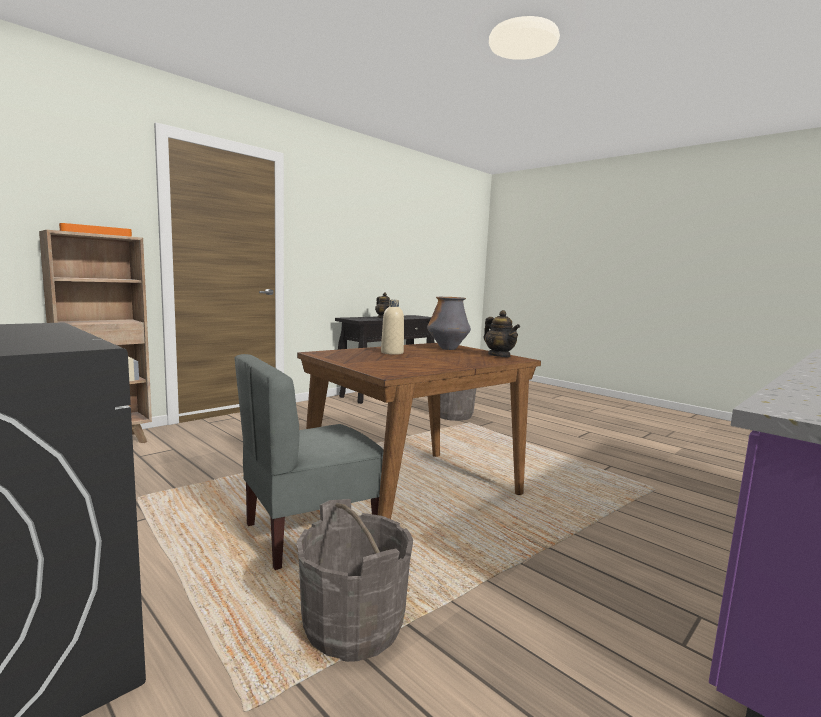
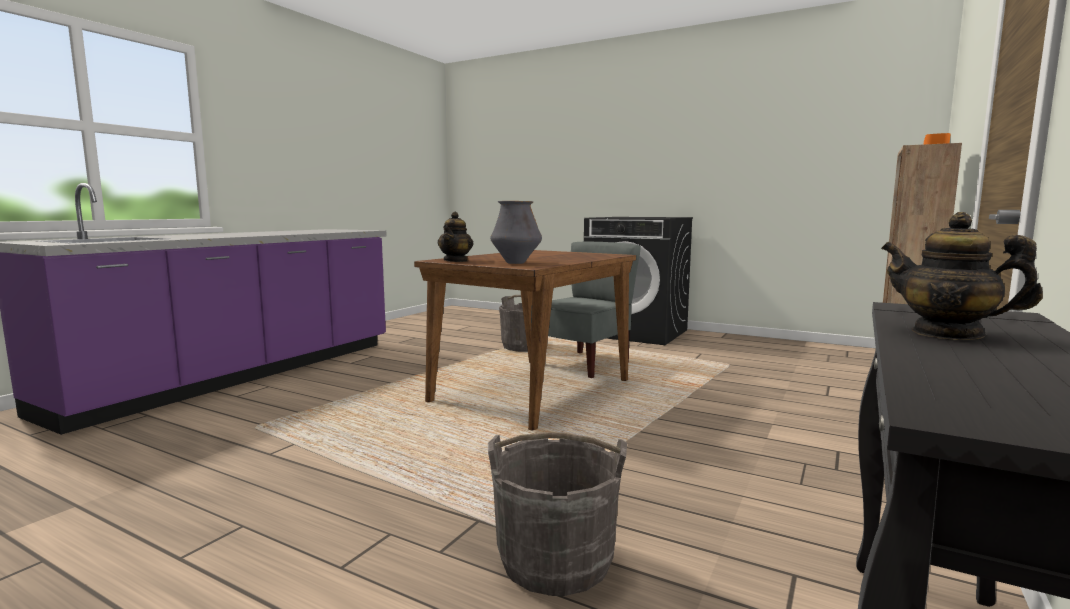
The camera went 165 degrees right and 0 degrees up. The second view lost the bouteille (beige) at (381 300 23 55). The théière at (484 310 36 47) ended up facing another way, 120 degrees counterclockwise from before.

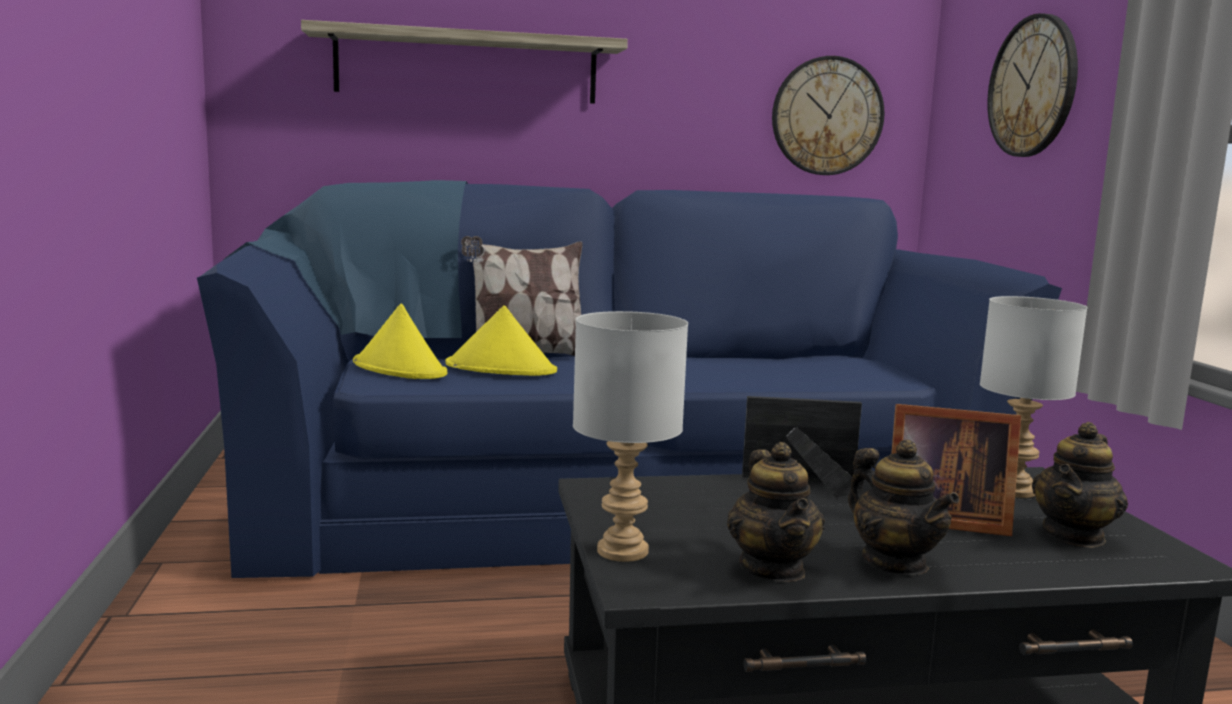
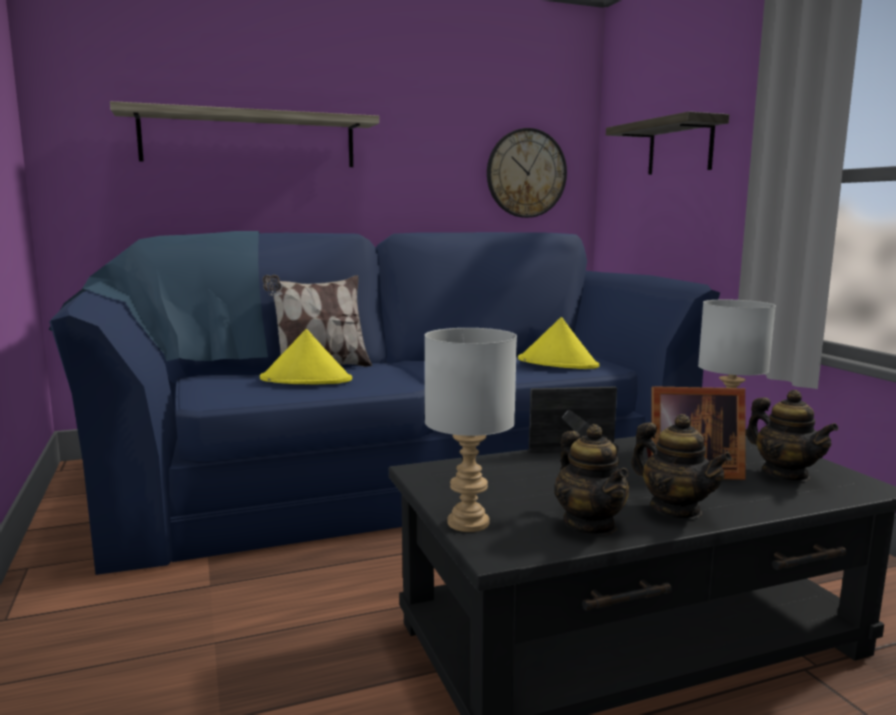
The camera went 10 degrees left and 0 degrees up. The chapeau (jaune) ended up elsewhere, having gone from (353 304 94 75) to (518 317 82 52). Where the horloge murale hung at (987 13 91 144), the étagère came to hang at (606 111 123 64). The théière at (1032 422 96 126) ended up facing another way, 60 degrees counterclockwise from before.

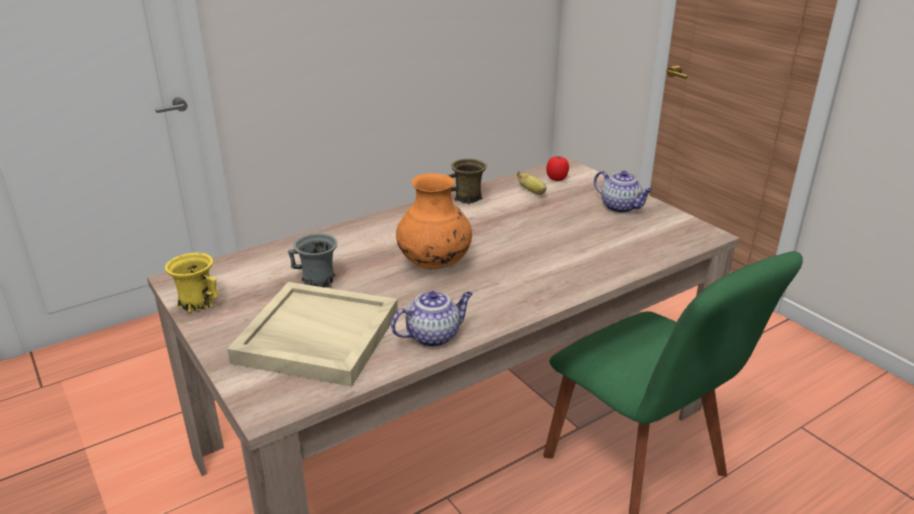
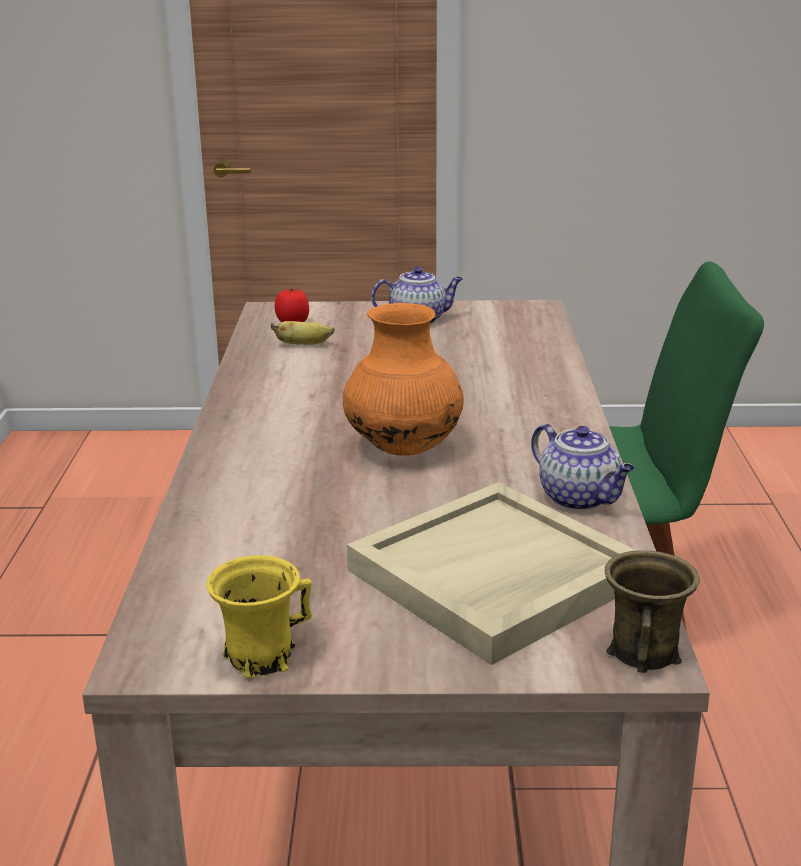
The camera went 55 degrees left and 5 degrees down. The second view lost the mug (gris) at (288 233 49 54). The mug (marron) ended up elsewhere, having gone from (447 159 40 45) to (605 550 95 123). The théière at (391 291 82 56) ended up facing another way, 135 degrees clockwise from before.

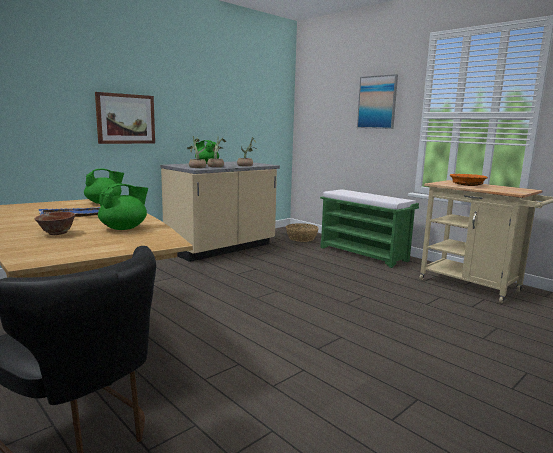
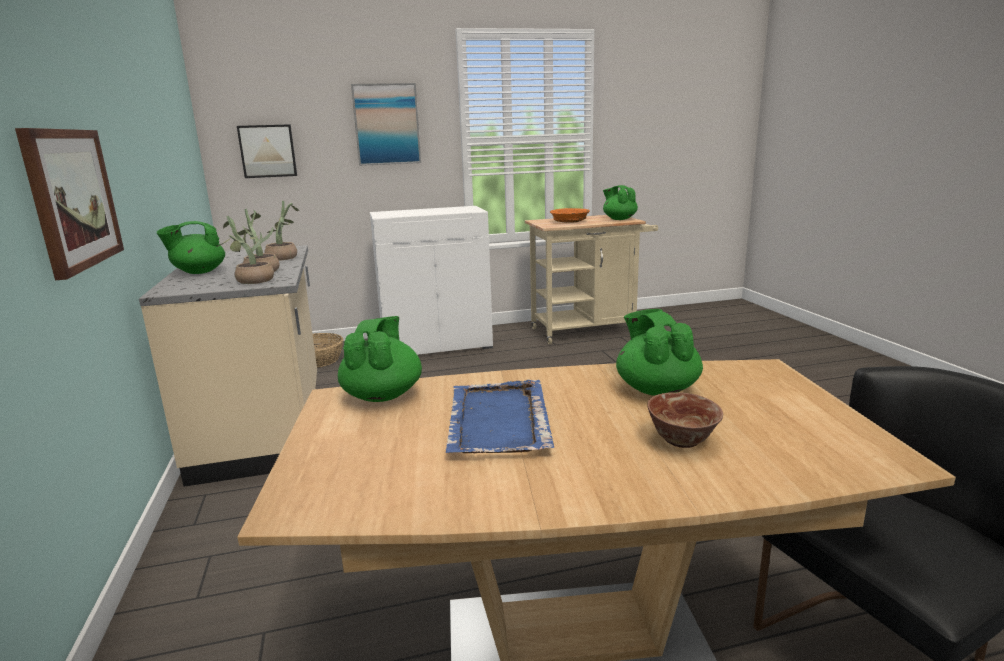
The camera went 60 degrees left and 5 degrees up. The second view gained the tableau at (237 124 60 54). The second view gained the théière (vert) at (603 185 35 35). Where the banc (vert) stood at (320 189 99 79), the meuble de rangement (blanc) came to stand at (370 206 123 149).

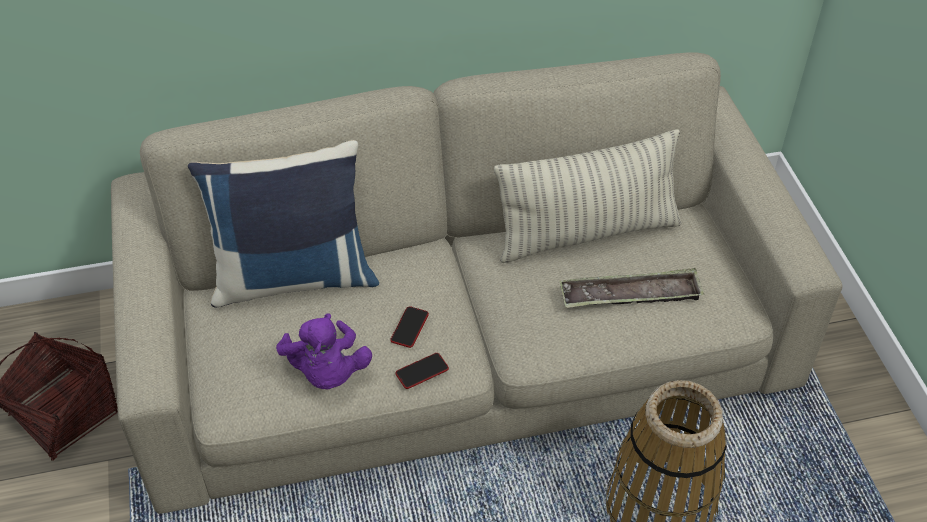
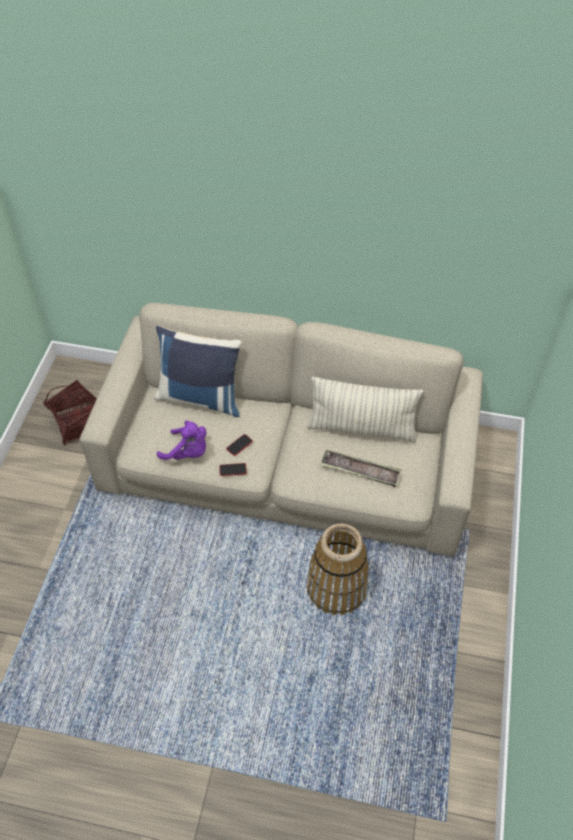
The camera went 25 degrees right and 5 degrees up. The peluche (violet) at (276 314 96 76) ended up facing another way, 75 degrees counterclockwise from before.

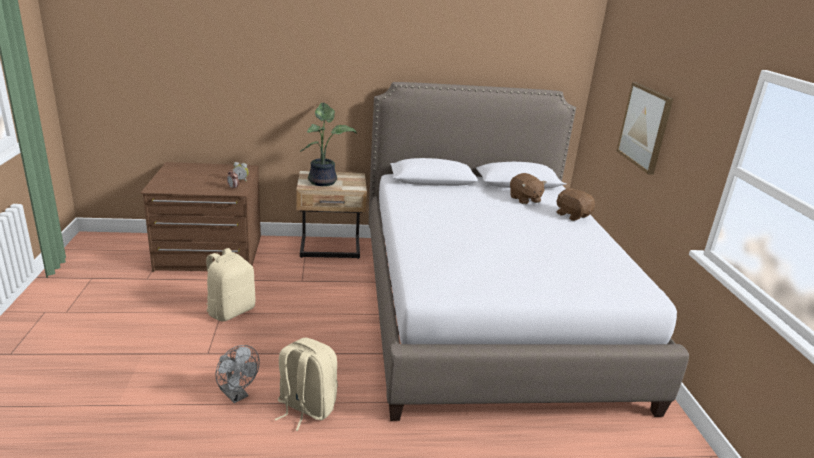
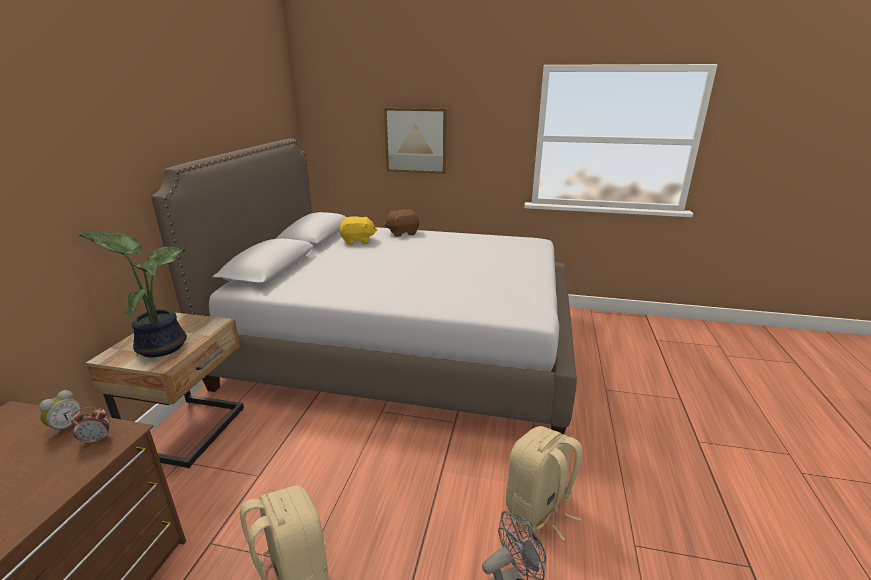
The camera went 70 degrees left and 0 degrees up. What was the peluche (marron) at (510 173 37 31) turned into the peluche (jaune) at (339 216 38 29).

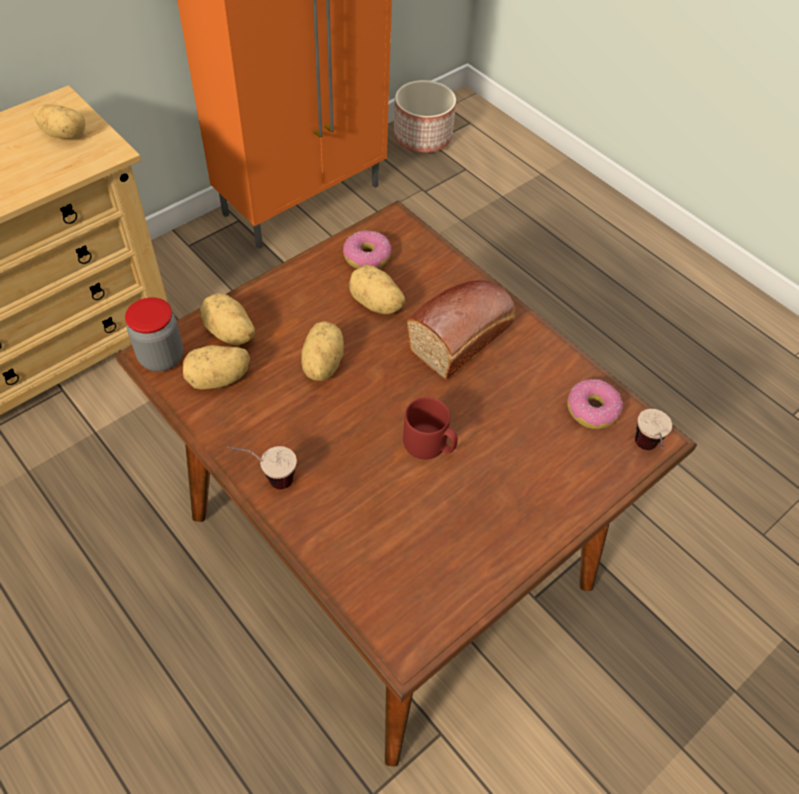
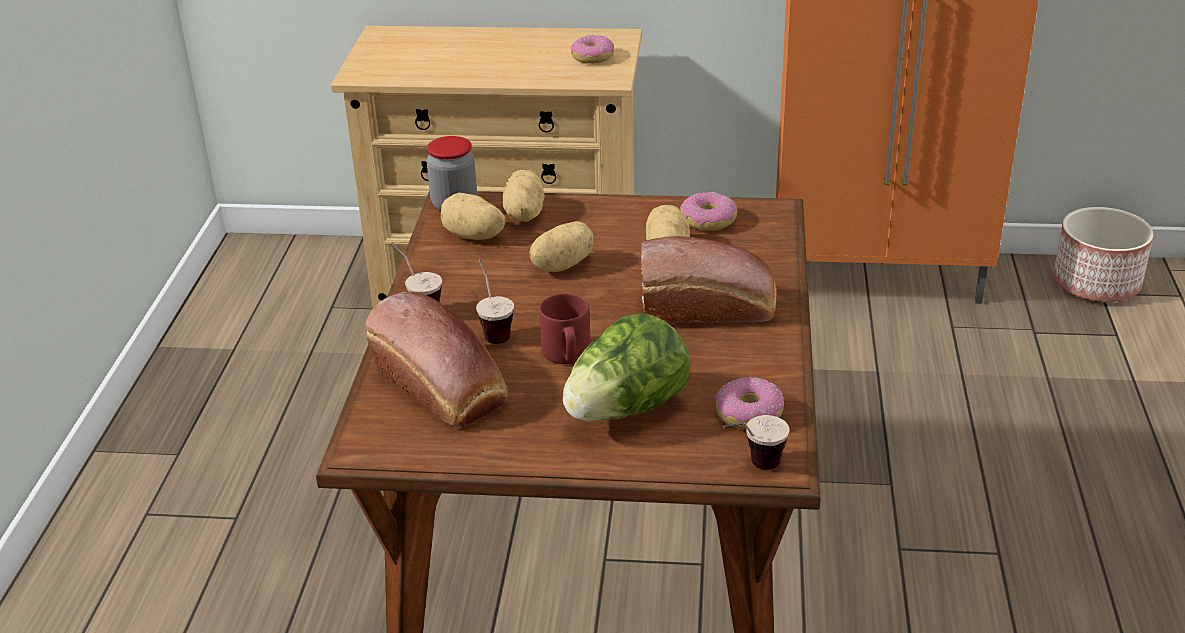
The camera went 50 degrees right and 20 degrees down. The second view gained the pain at (365 292 143 136). The second view gained the tasse at (476 260 38 84). The second view gained the laitue at (563 313 127 109). Where the pomme de terre stood at (34 104 51 35), the beignet came to stand at (571 35 43 29).

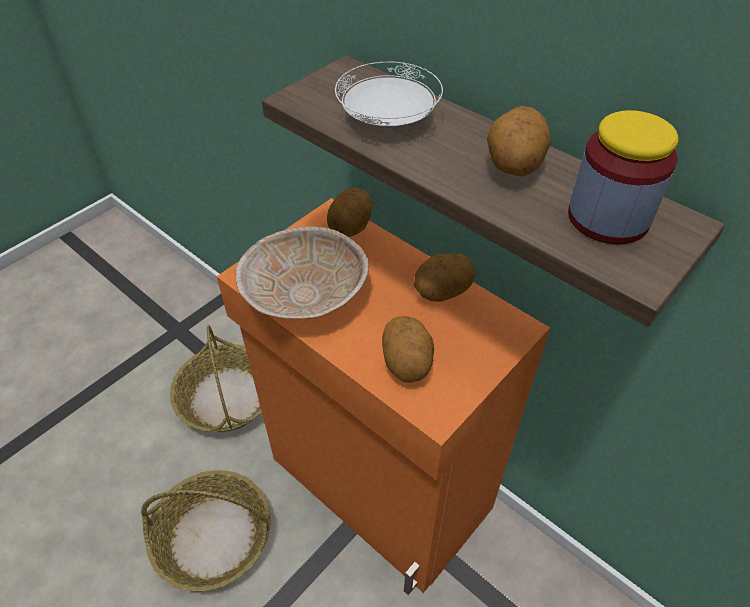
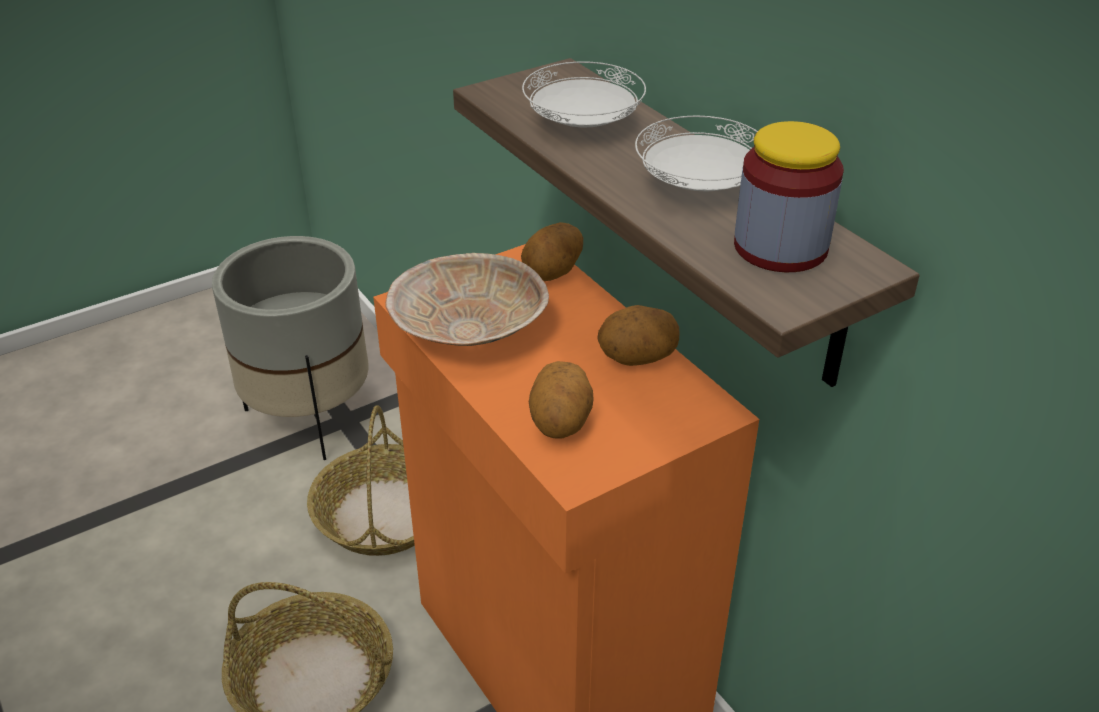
The camera went 15 degrees right and 10 degrees down. The second view gained the cache-pot (gris) at (212 236 157 224). Where the pomme de terre stood at (487 106 64 70), the assiette (blanc) came to stand at (635 115 123 77).

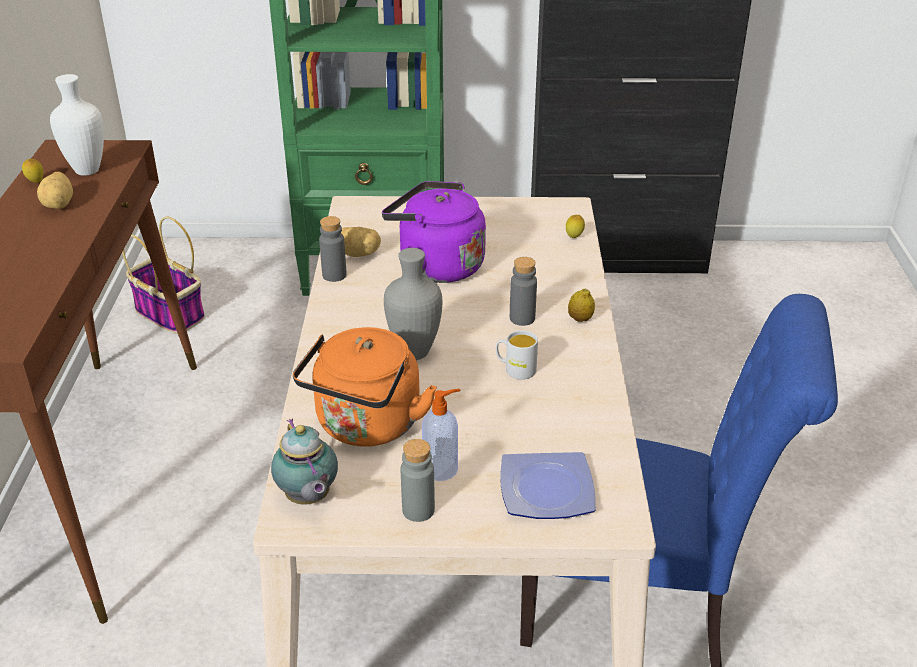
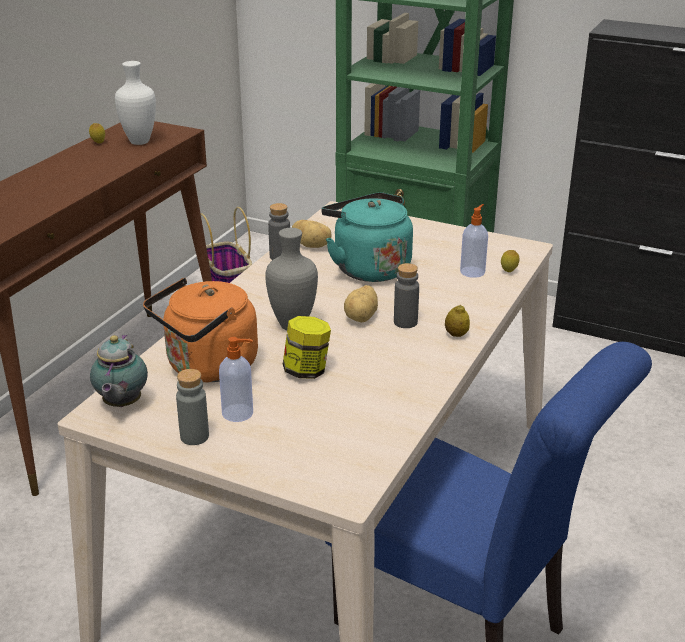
The camera went 25 degrees right and 5 degrees down. The second view lost the mug (blanc) at (496 330 42 50). The second view lost the assiette at (500 452 96 67). The second view gained the bocal at (283 316 48 63). The second view gained the distributeur de savon at (460 204 28 74). The pomme de terre ended up elsewhere, having gone from (37 172 36 37) to (344 285 34 37). What was the bouilloire (violet) at (382 181 104 102) turned into the bouilloire (turquoise) at (321 192 92 90).

